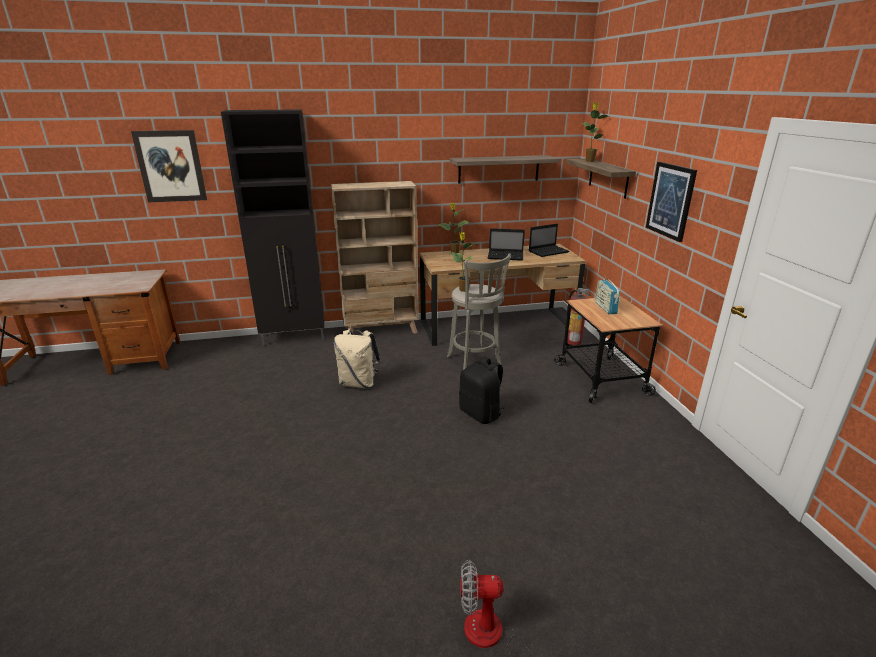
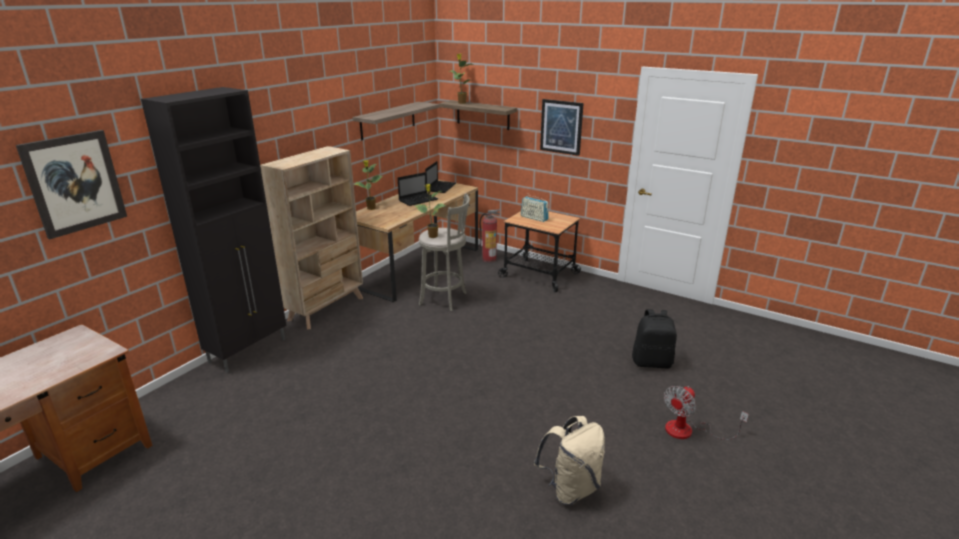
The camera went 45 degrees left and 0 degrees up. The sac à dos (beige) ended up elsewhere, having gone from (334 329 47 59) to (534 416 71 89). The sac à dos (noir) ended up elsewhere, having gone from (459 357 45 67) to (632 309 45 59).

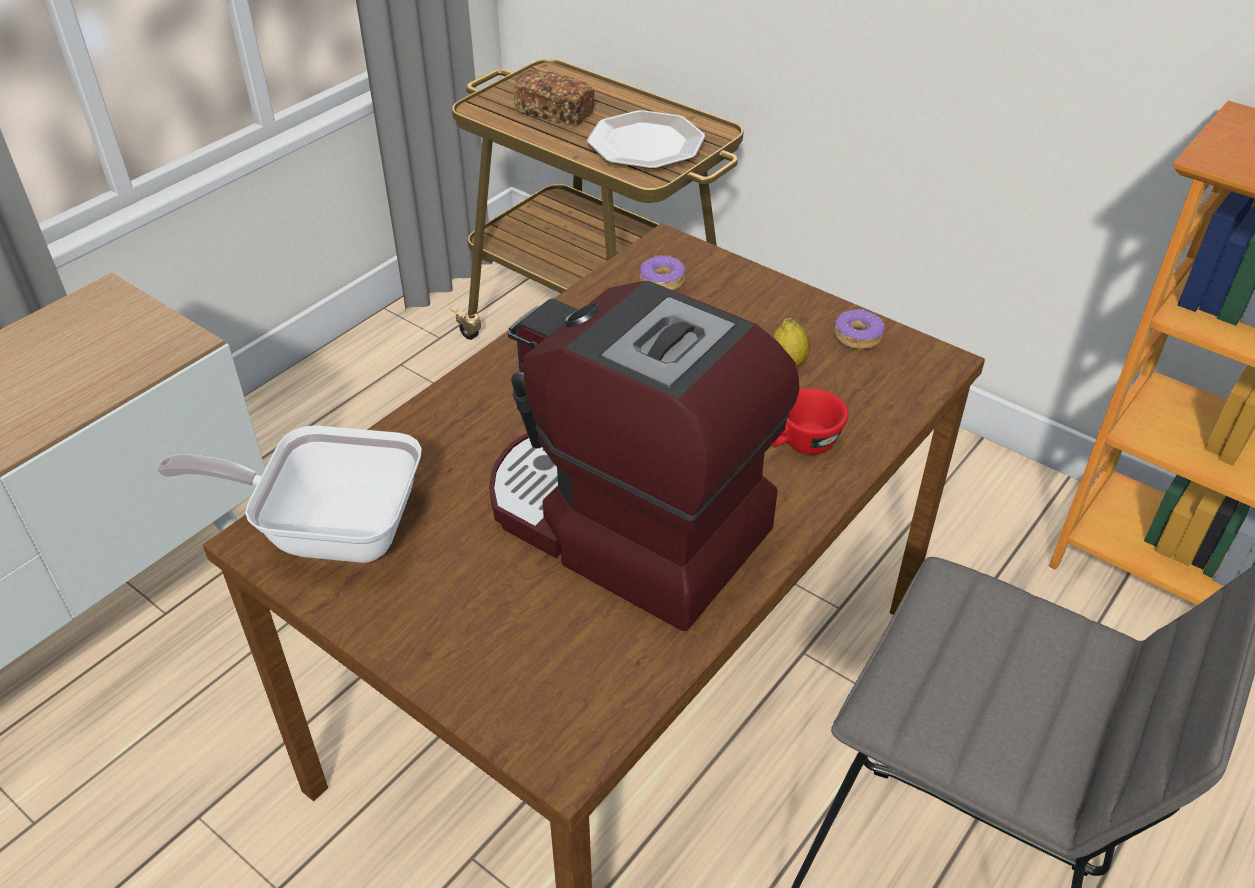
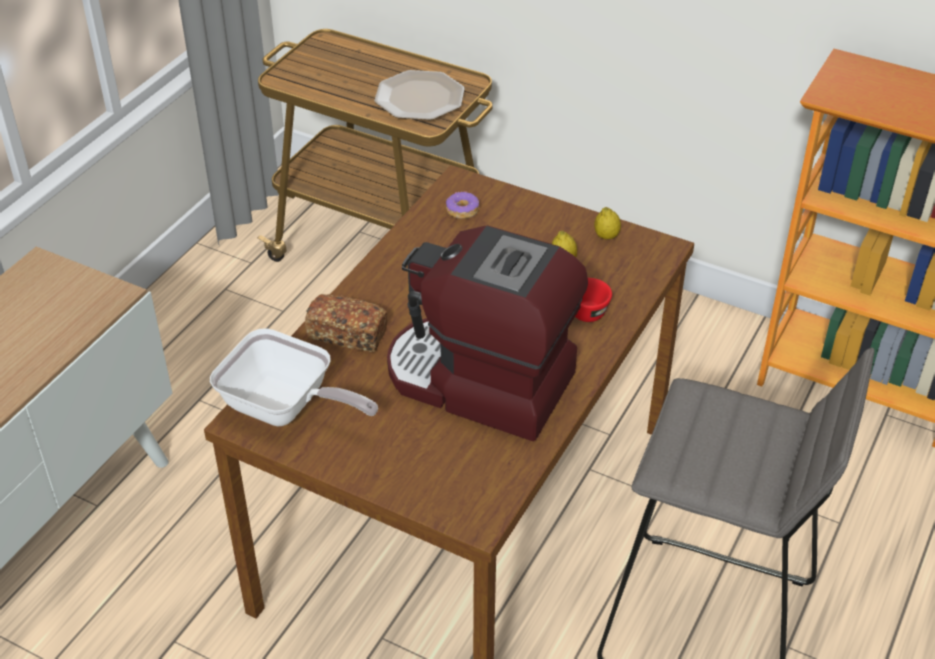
The camera went 10 degrees left and 0 degrees up. The pain ended up elsewhere, having gone from (513 69 82 57) to (305 294 82 58). Where the beignet stood at (834 309 51 40), the citron came to stand at (594 207 27 33). The poêle at (157 426 265 137) ended up facing another way, 150 degrees counterclockwise from before.

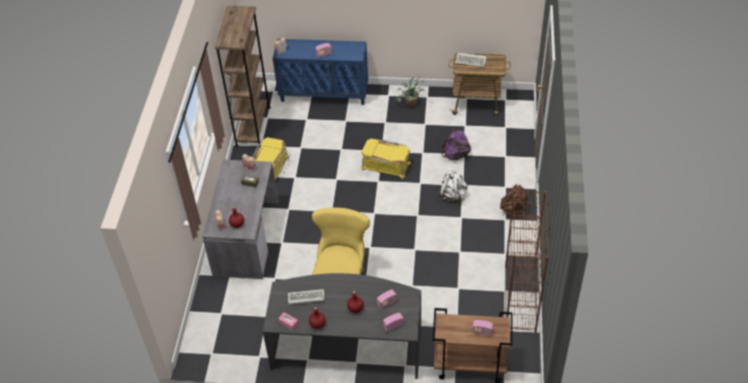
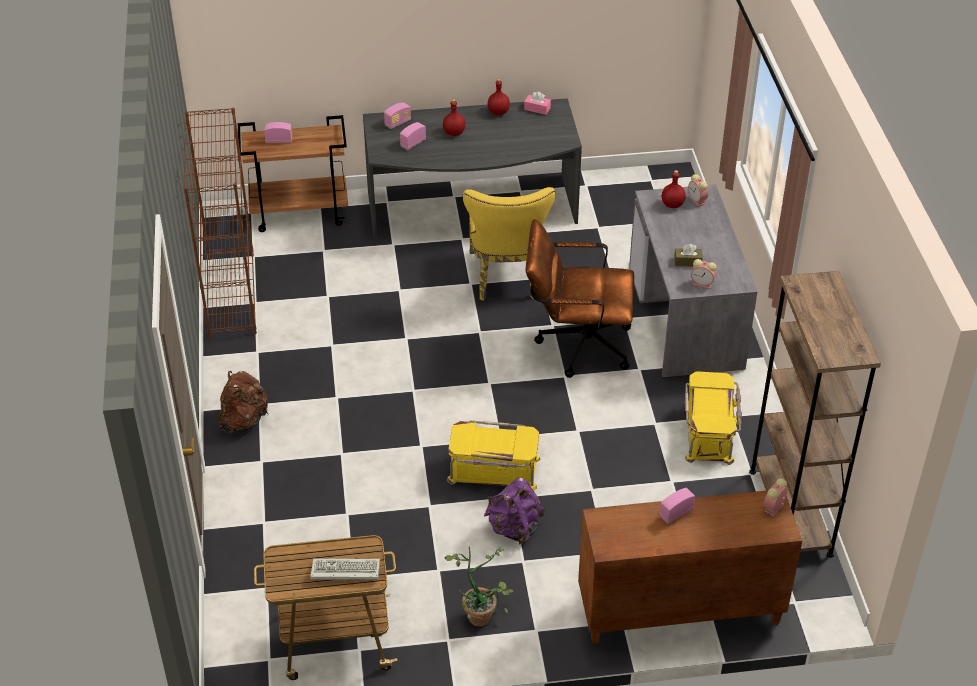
The camera went 165 degrees right and 5 degrees down. The second view lost the clavier at (288 289 37 16). The second view lost the sac à dos (blanc) at (439 170 29 33). The second view gained the chaise de bureau (marron) at (526 219 108 159). The sac à dos (violet) ended up elsewhere, having gone from (440 128 31 32) to (484 477 61 68). What was the meuble de rangement (bleu) at (273 39 95 66) turned into the meuble de rangement (marron) at (578 490 224 154).

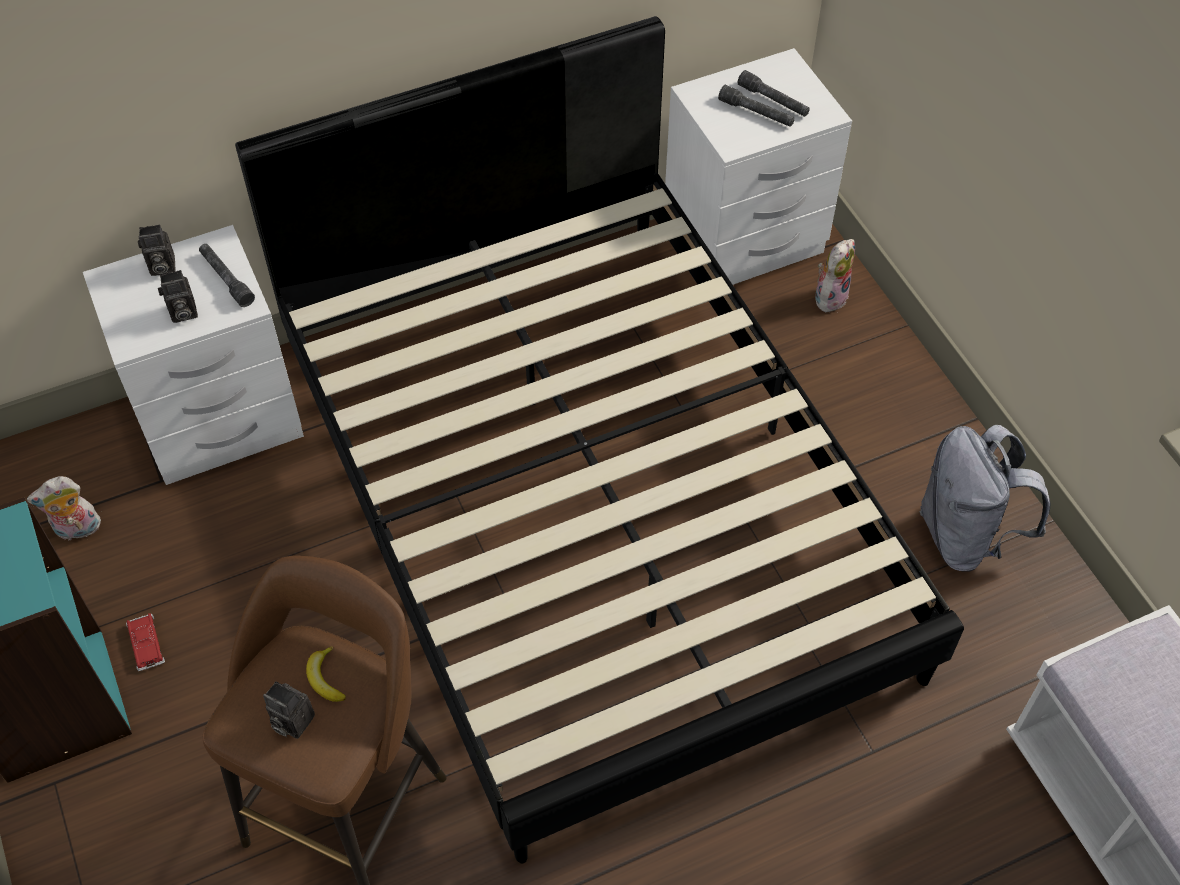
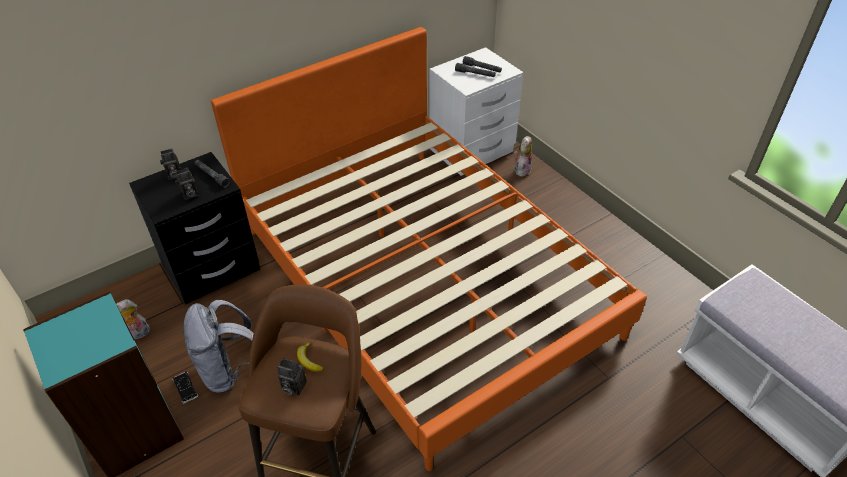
The camera went 10 degrees left and 10 degrees down. The sac à dos (gris) ended up elsewhere, having gone from (920 425 130 147) to (183 300 71 93). What was the table de chevet (blanc) at (83 225 221 260) turned into the table de chevet (noir) at (129 152 131 153). What was the petite voiture (rouge) at (126 613 39 58) turned into the petite voiture (noir) at (172 371 26 33). What was the lit (noir) at (235 16 729 848) turned into the lit (orange) at (211 27 436 444).

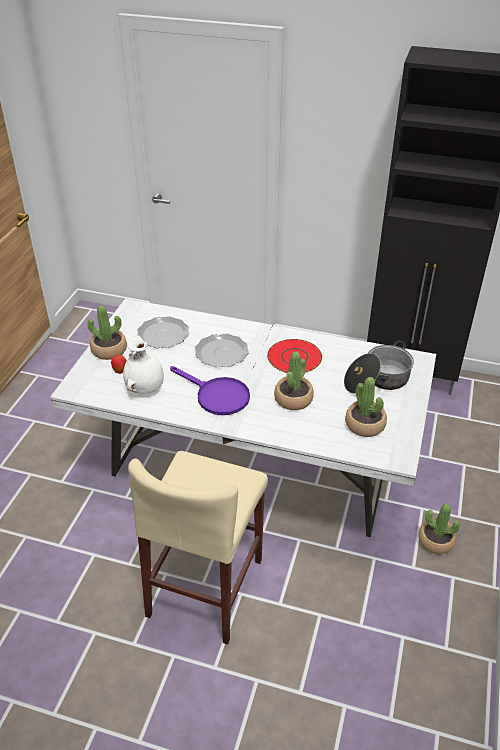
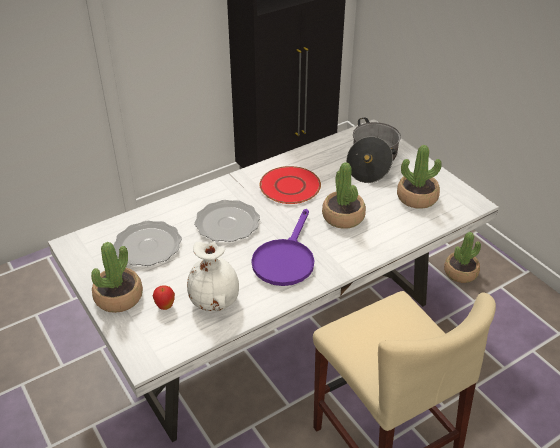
The camera went 50 degrees left and 0 degrees up. The poêle (violet) at (170 366 80 49) ended up facing another way, 120 degrees clockwise from before.

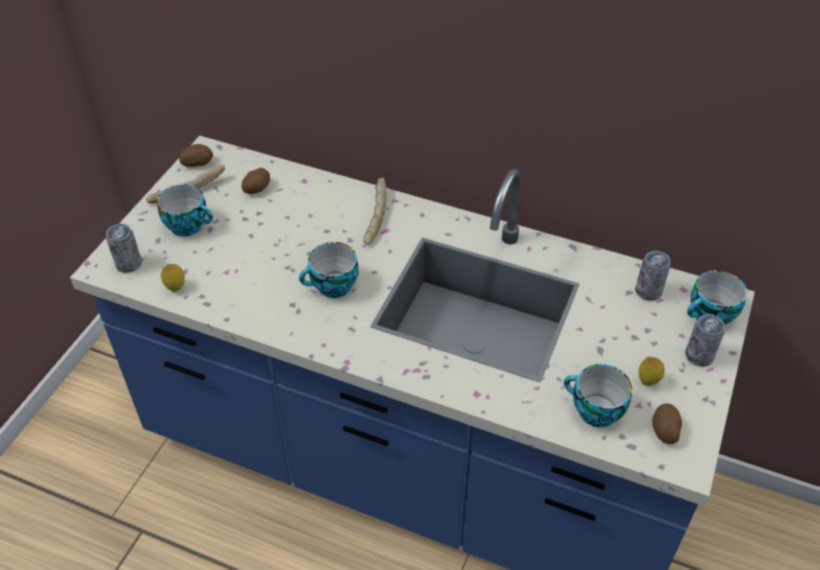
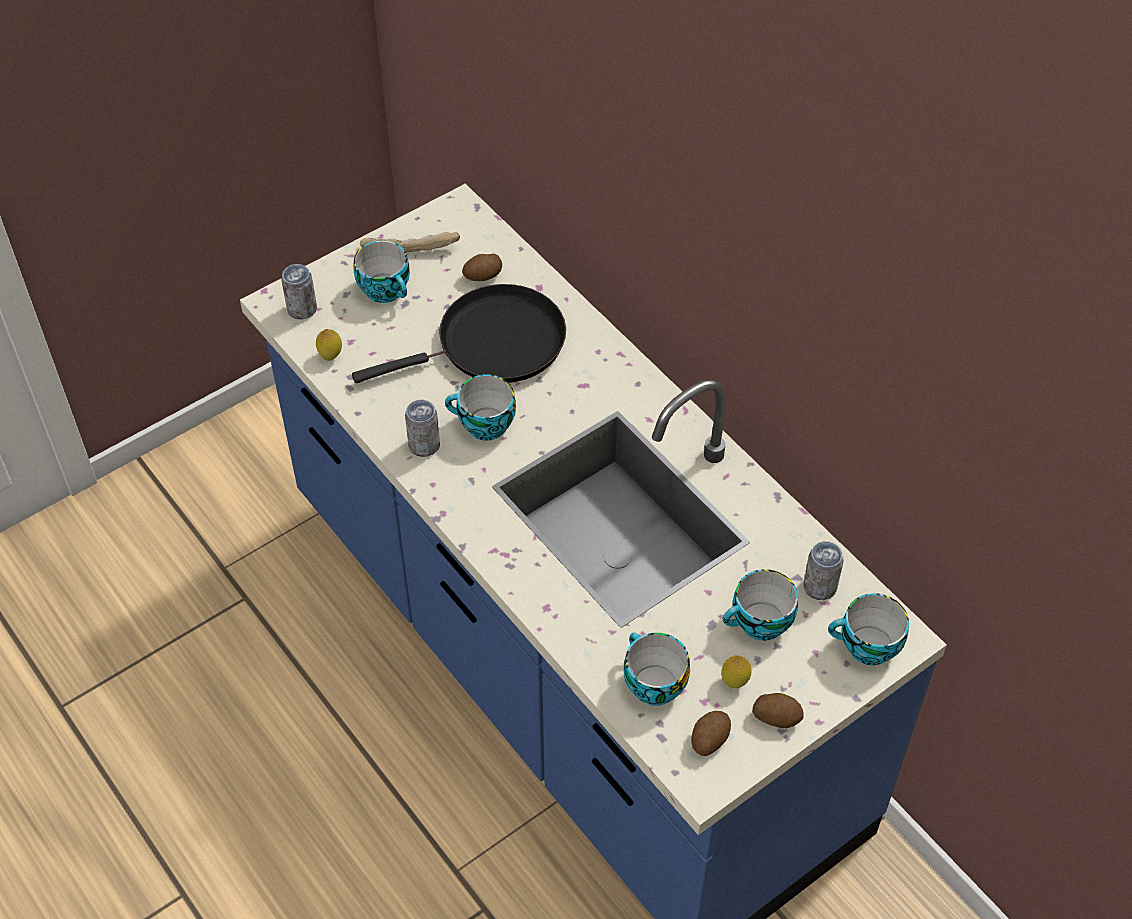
The camera went 30 degrees right and 5 degrees up. The second view lost the pain at (363 177 24 68). The second view gained the poêle (noir) at (352 284 214 99). The second view gained the tasse at (723 569 75 72). The pomme de terre ended up elsewhere, having gone from (179 144 34 23) to (752 693 52 35). The boîte métallique ended up elsewhere, having gone from (685 314 40 52) to (405 399 35 58).

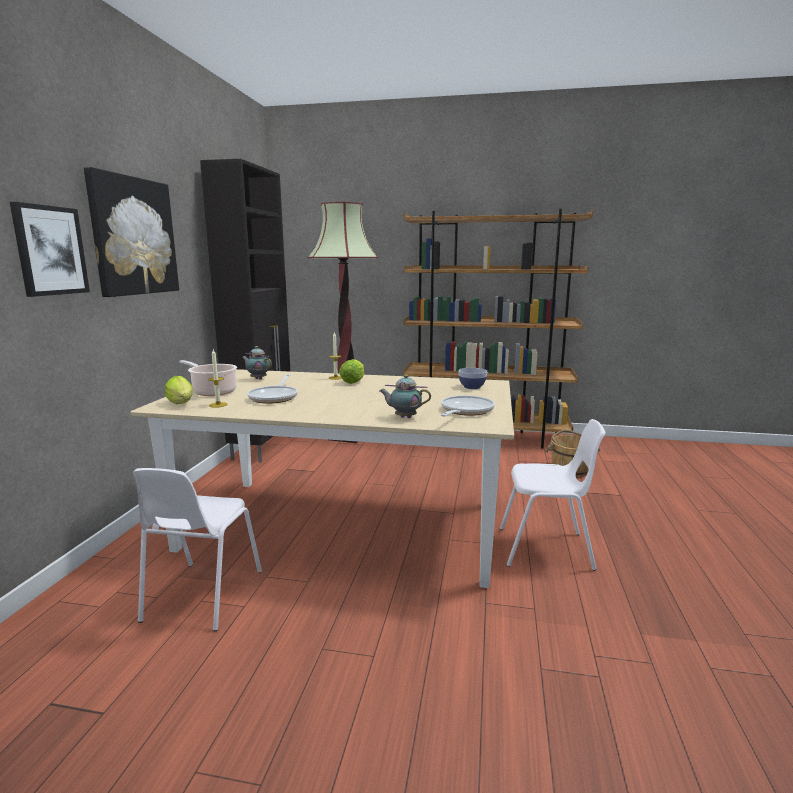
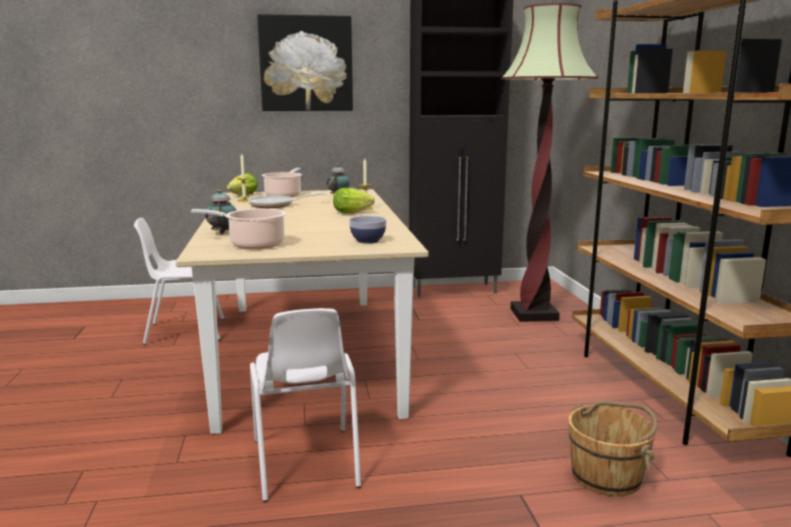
The camera went 70 degrees right and 0 degrees up. The second view lost the tableau at (10 202 80 95). Where the poêle stood at (441 395 54 22), the marmite came to stand at (191 209 95 40).

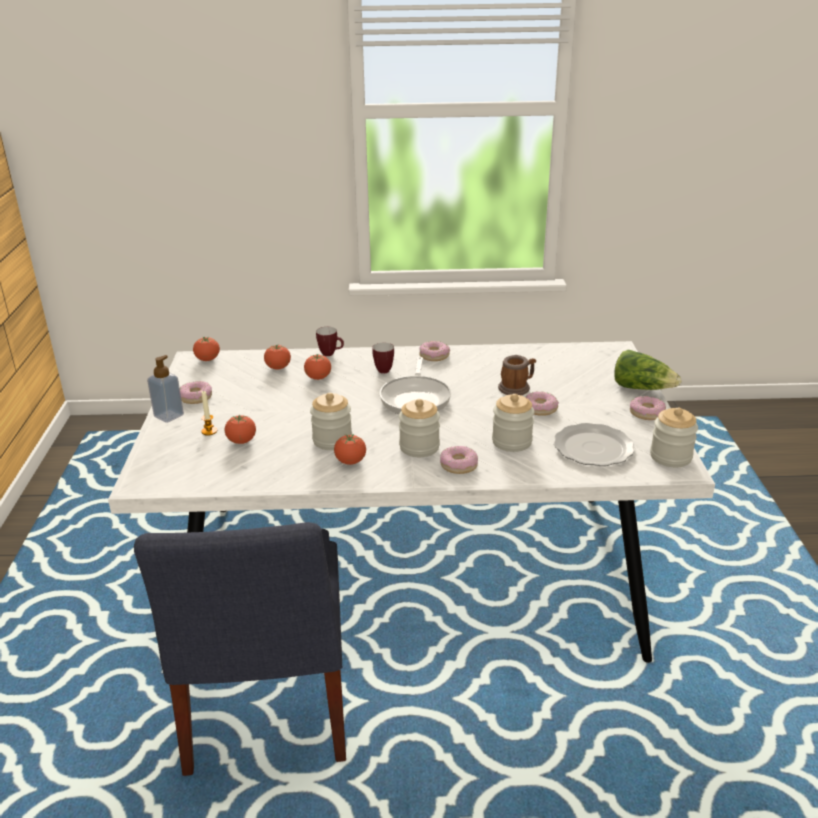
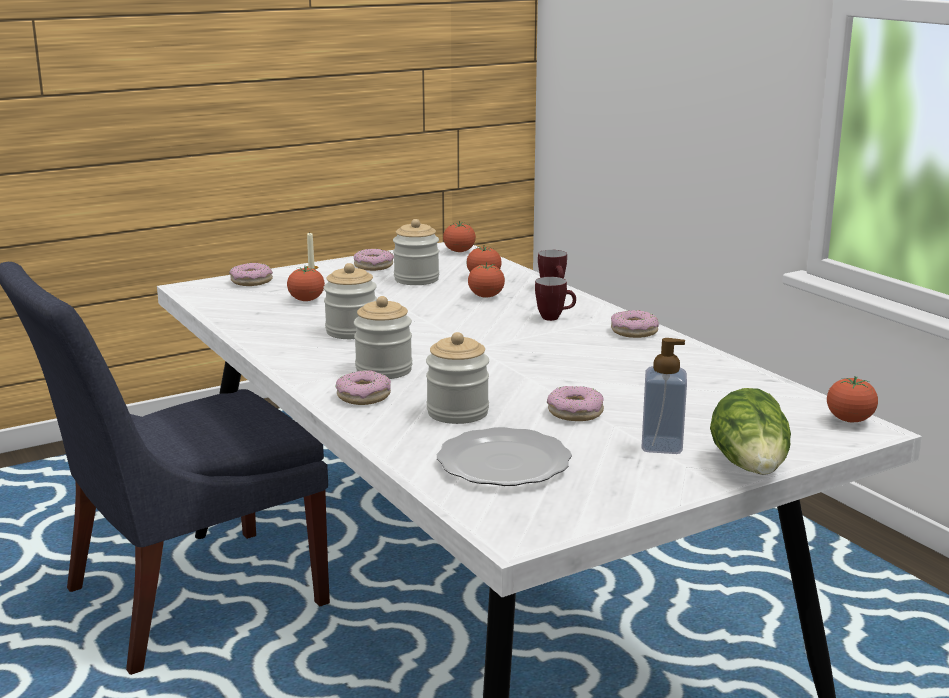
The camera went 60 degrees right and 10 degrees down. The second view lost the poêle at (380 357 71 57). The second view lost the mug at (498 355 38 40). The distributeur de savon ended up elsewhere, having gone from (147 355 37 68) to (641 338 46 116). The tomate ended up elsewhere, having gone from (334 434 32 31) to (827 376 51 46). The beignet ended up elsewhere, having gone from (630 396 36 24) to (229 263 44 23). The bocal ended up elsewhere, having gone from (650 407 48 60) to (393 219 46 66).

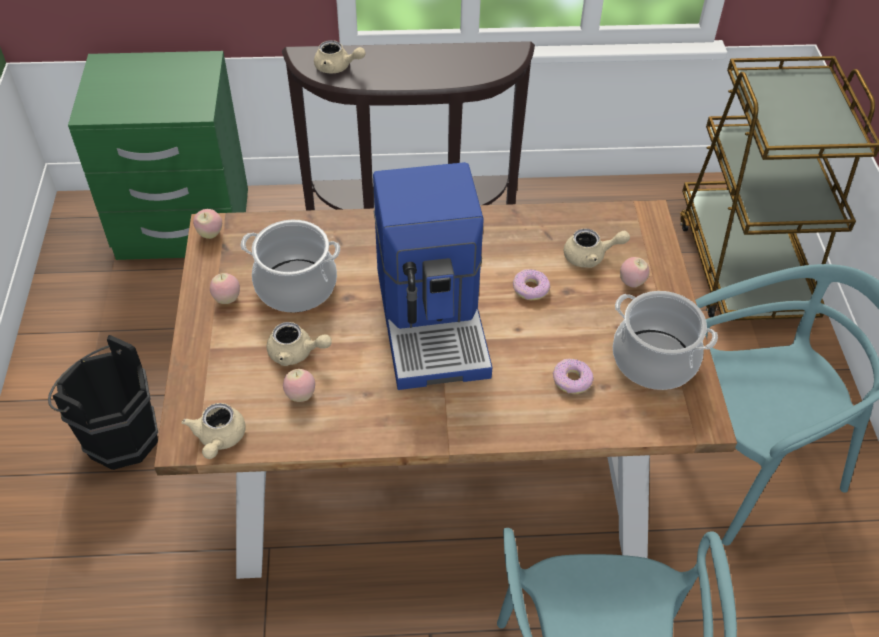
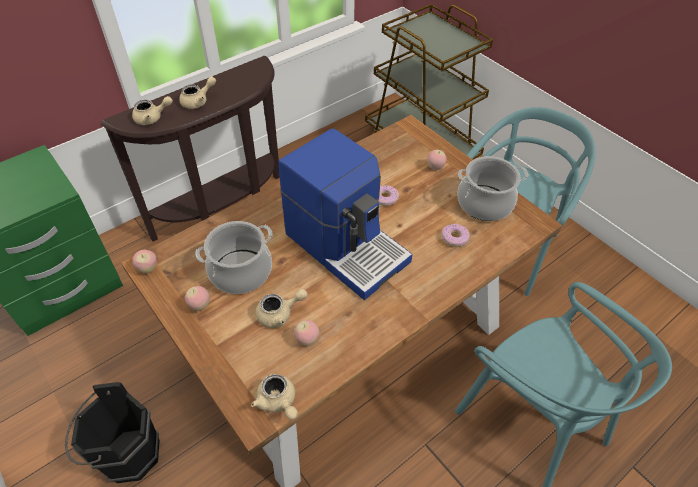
The camera went 35 degrees left and 0 degrees up. The théière (beige) ended up elsewhere, having gone from (564 228 66 40) to (179 76 37 33).

